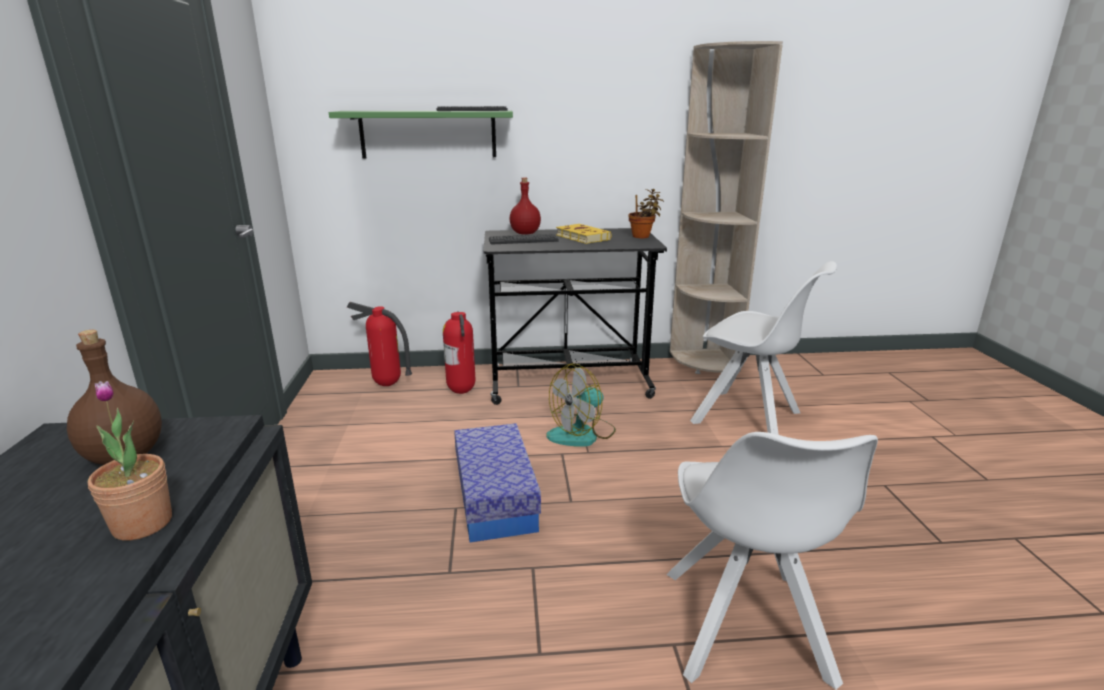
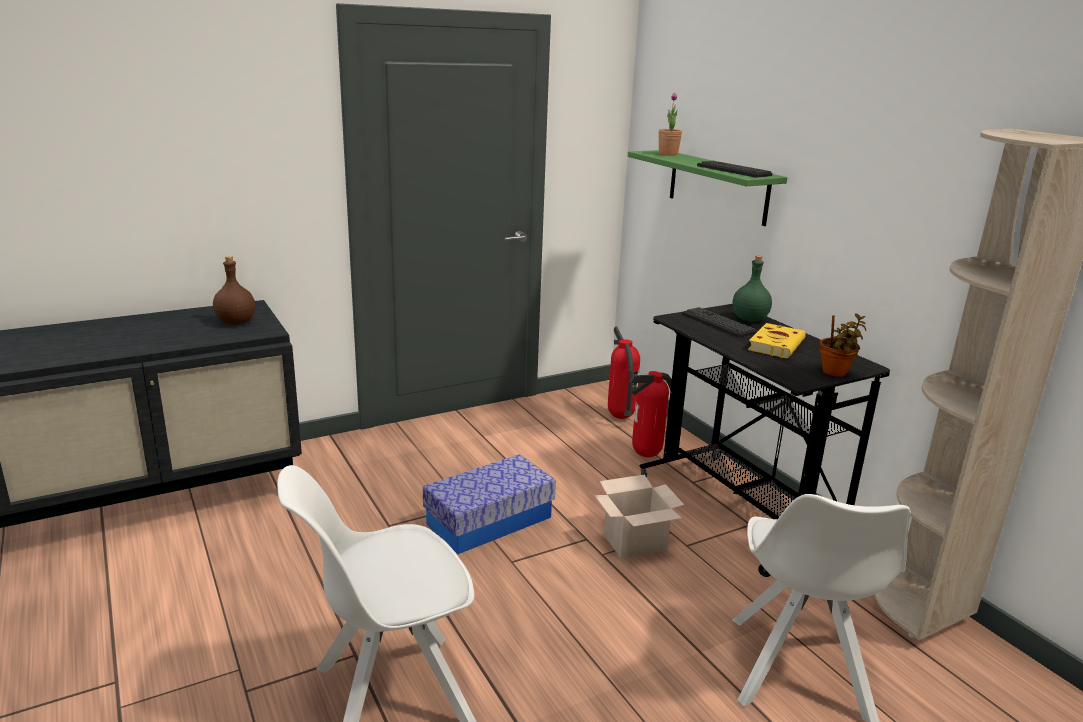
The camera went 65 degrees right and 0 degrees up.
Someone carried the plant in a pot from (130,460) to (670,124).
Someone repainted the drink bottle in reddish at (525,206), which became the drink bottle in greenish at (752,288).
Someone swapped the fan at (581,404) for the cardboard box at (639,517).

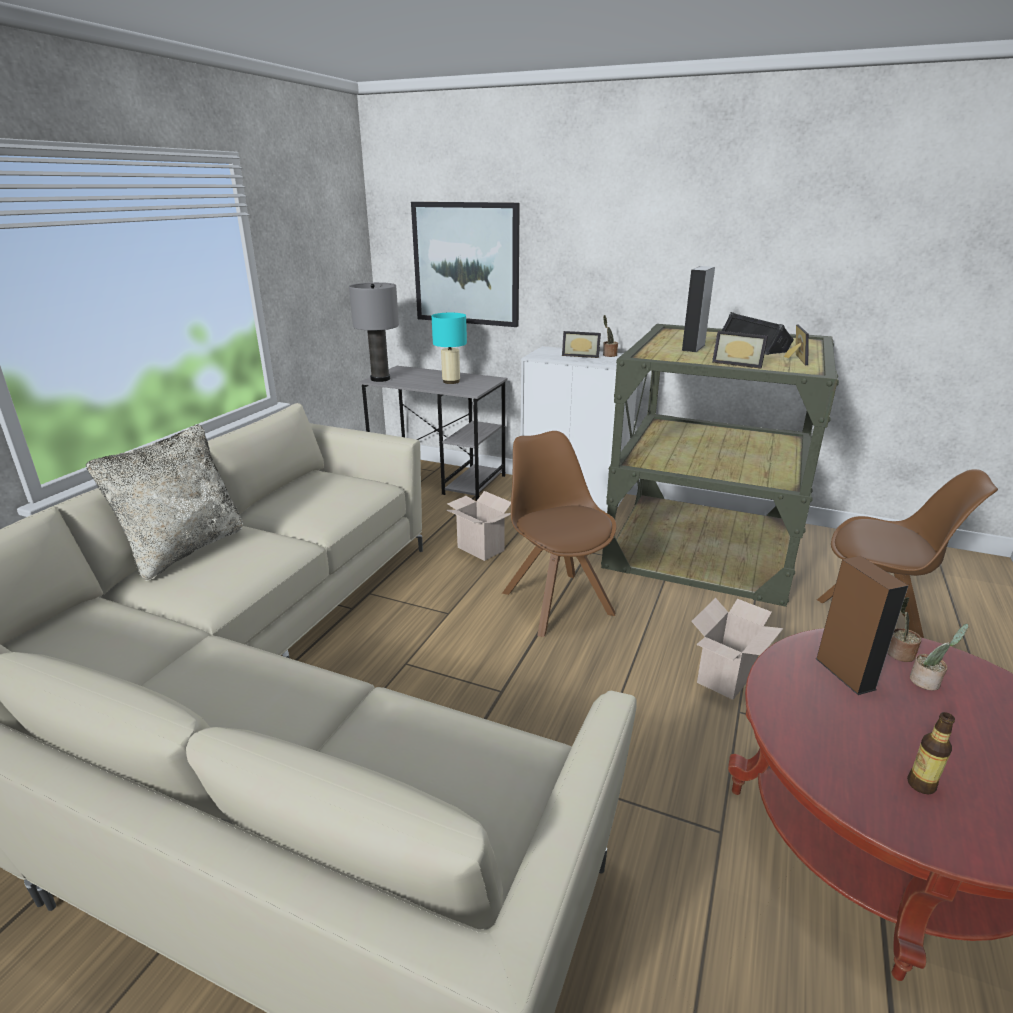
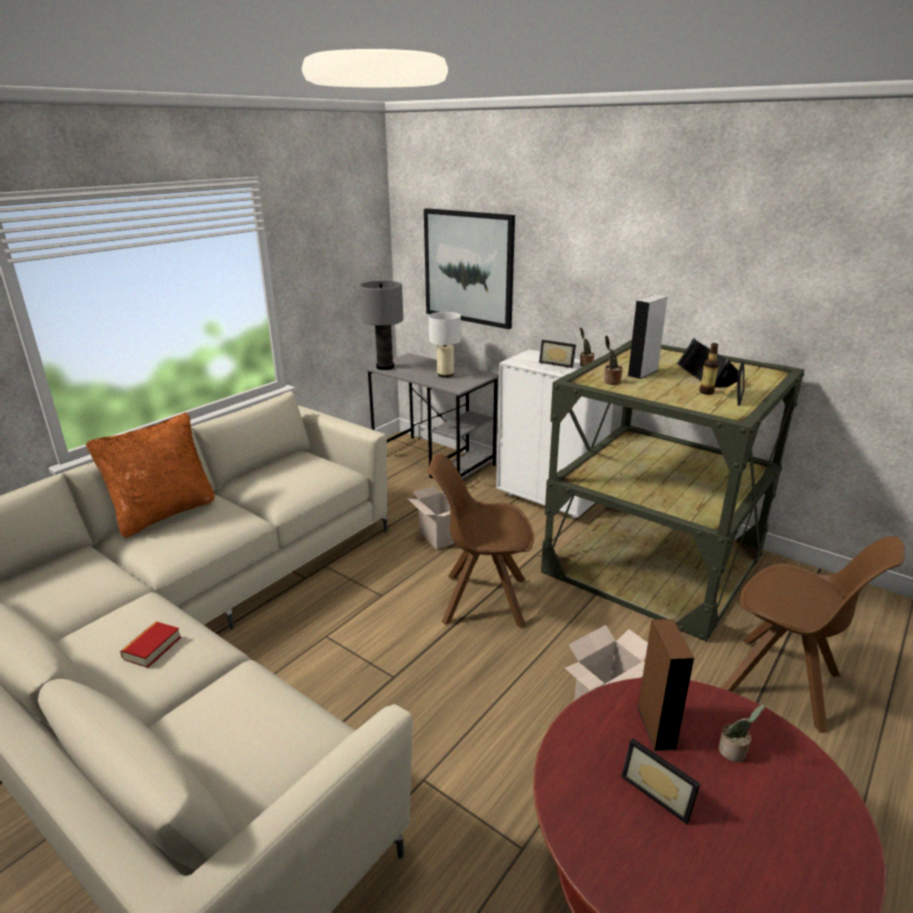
The camera went 15 degrees right and 0 degrees up.
Someone repainted the throw pillow in beige at (164,502), which became the throw pillow in orange at (150,475).
Someone repainted the tabletop lamp in turquoise at (449,348), which became the tabletop lamp in white-coloured at (445,345).
Someone rotated the chair in brown at (559,534) by 75 degrees counterclockwise.
Someone carried the picture frame from (740,350) to (660,781).
Someone carried the plant in a pot from (904,629) to (613,360).
Someone carried the drink bottle from (931,753) to (709,369).
Someone put down the volume at (150,644).

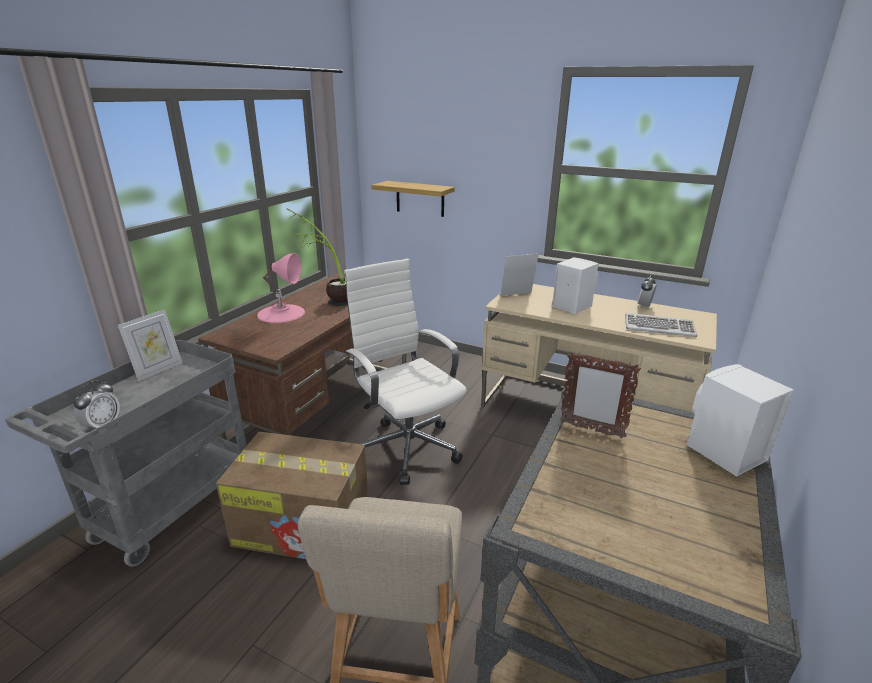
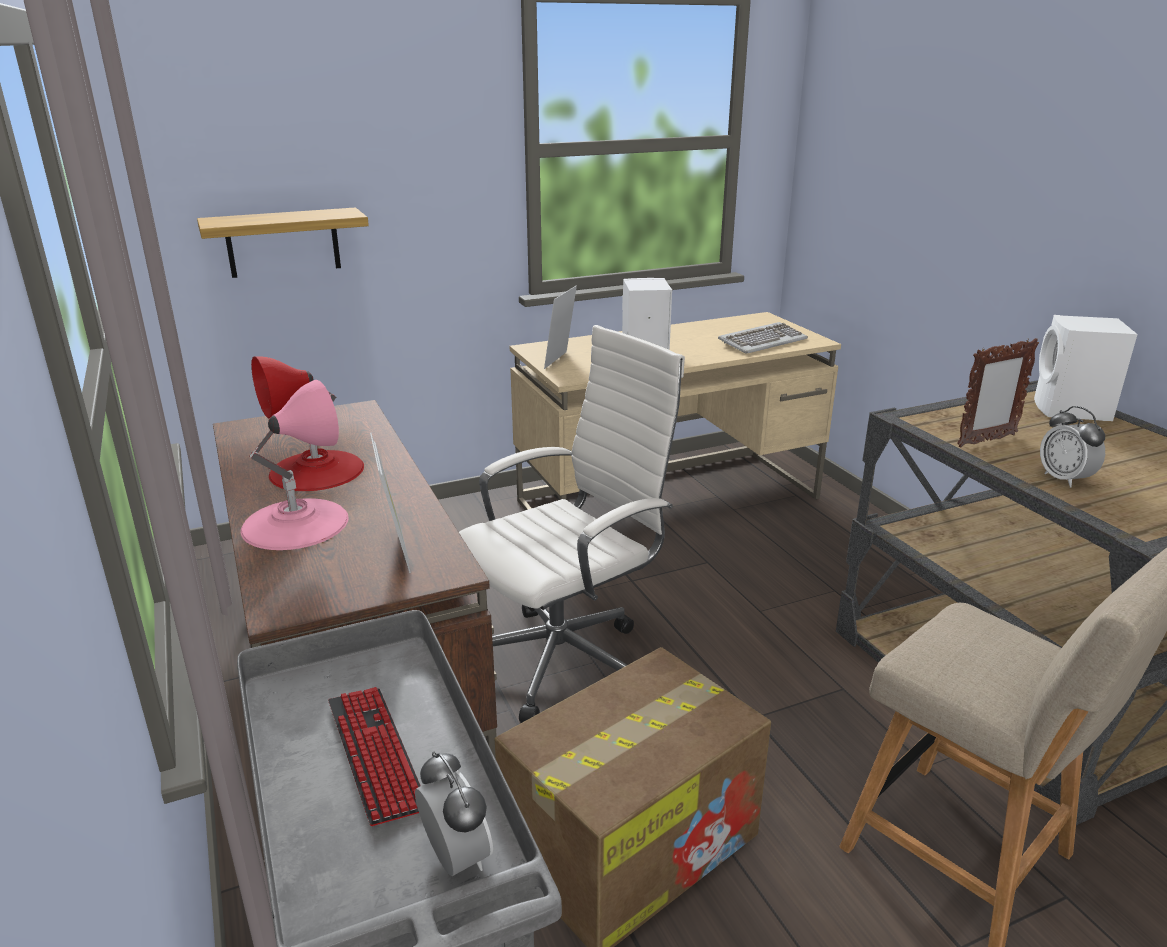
The camera went 50 degrees left and 0 degrees up.
Someone carried the picture frame from (150,346) to (390,503).
Someone swapped the plant in a pot at (317,258) for the tabletop lamp in reddish at (307,423).
Someone rotated the office chair in white-coloured at (405,372) by 135 degrees clockwise.
Someone carried the table clock from (646,291) to (1072,446).
Someone put down the keyboard at (374,756).

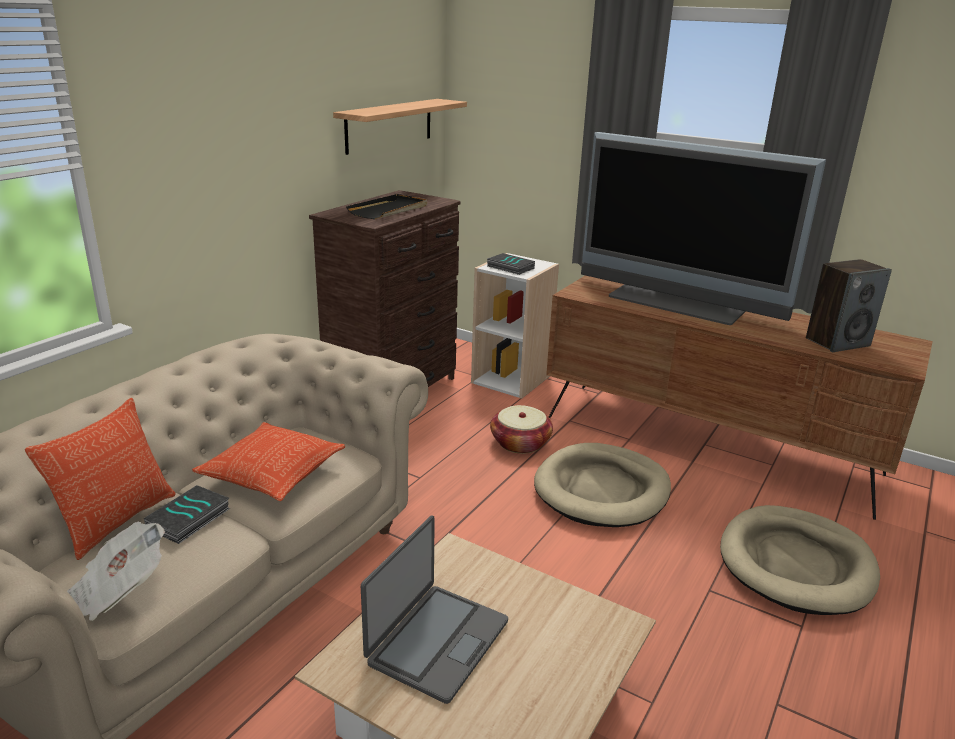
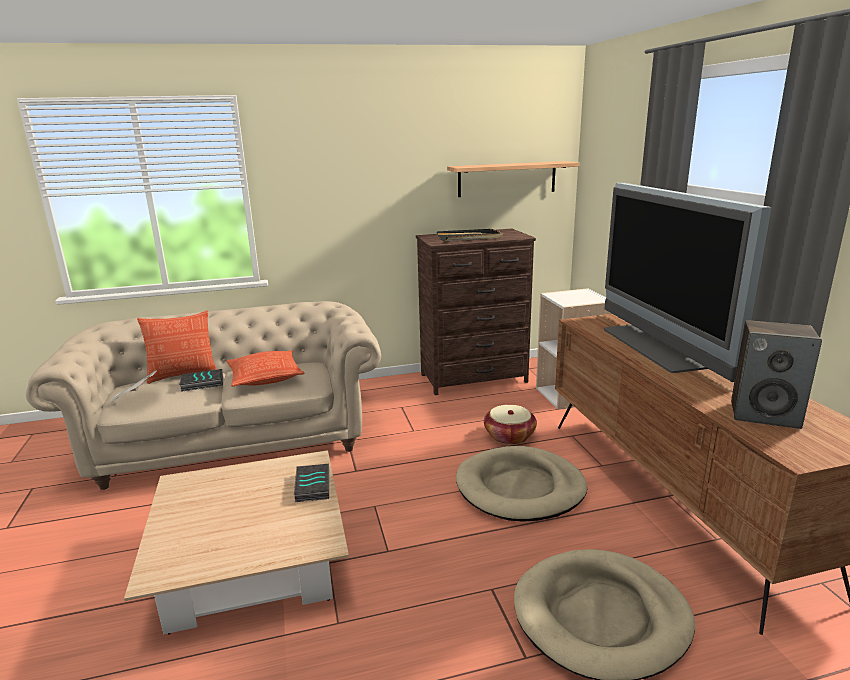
The camera went 45 degrees right and 5 degrees down.
Someone took away the portable computer at (434,609).
Someone carried the volume from (511,264) to (311,483).

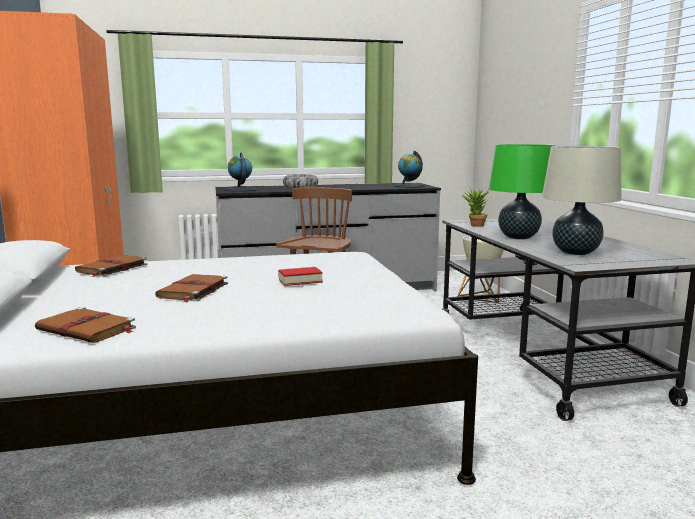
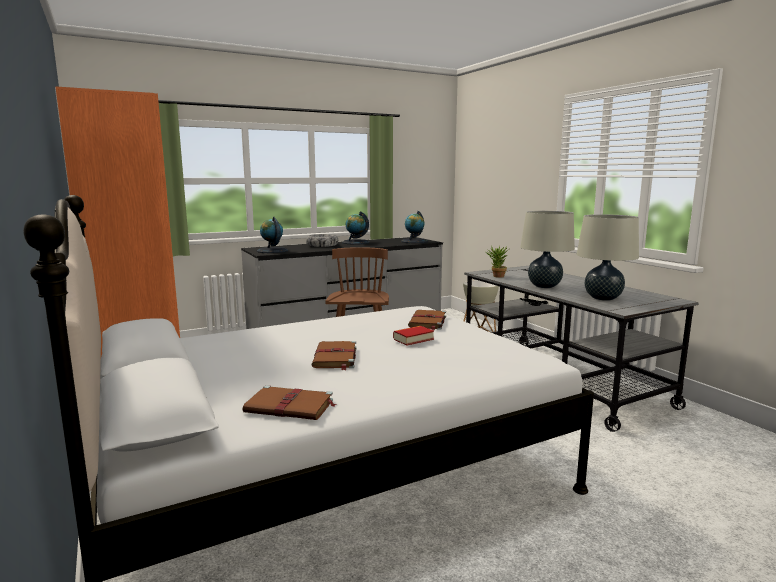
The camera went 15 degrees left and 0 degrees up.
Someone carried the volume in brown from (111,266) to (427,320).
Someone repainted the tabletop lamp in greenish at (522,191), which became the tabletop lamp in beige at (547,249).
Someone put down the desk globe at (356,228).

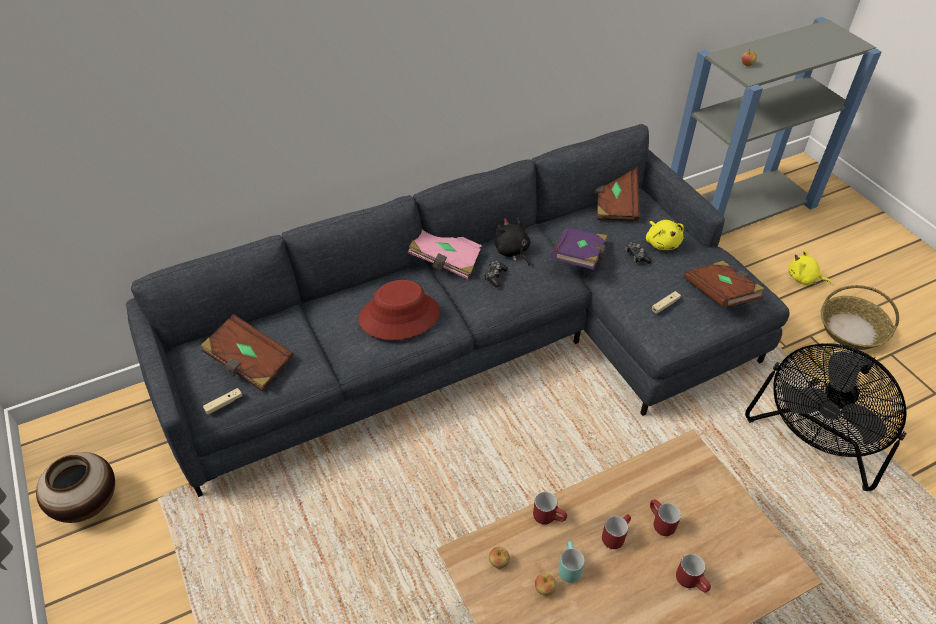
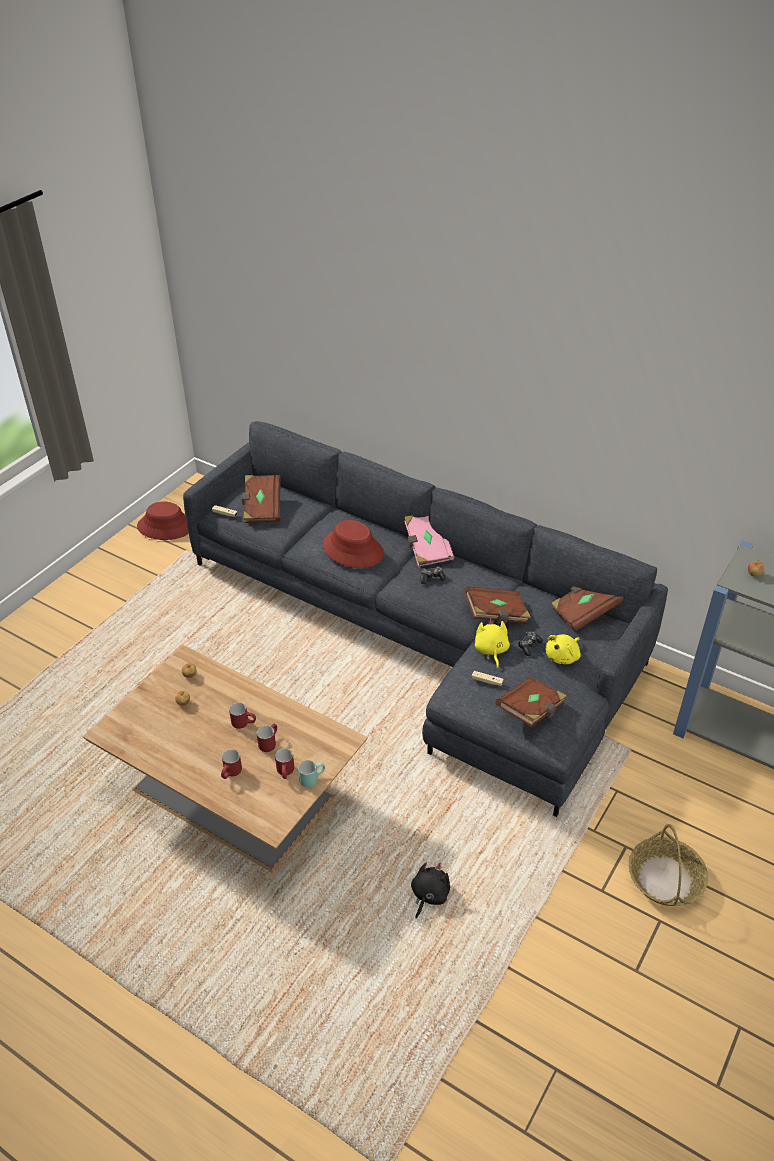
The camera went 60 degrees right and 5 degrees down.
Someone swapped the flower vase at (75,487) for the clothing hat in reddish at (163,521).
Someone carried the cuddly toy in black-coloured from (512,242) to (430,890).
Someone carried the tea mug in reddish from (550,508) to (284,763).
Someone repainted the volume in purple at (579,248), which became the volume in brown at (497,605).
Someone carried the tea mug in turquoise from (571,562) to (311,774).
Someone took away the fan in black-coloured at (826,417).
Someone carried the cuddly toy in yellow-coloured from (810,267) to (492,643).

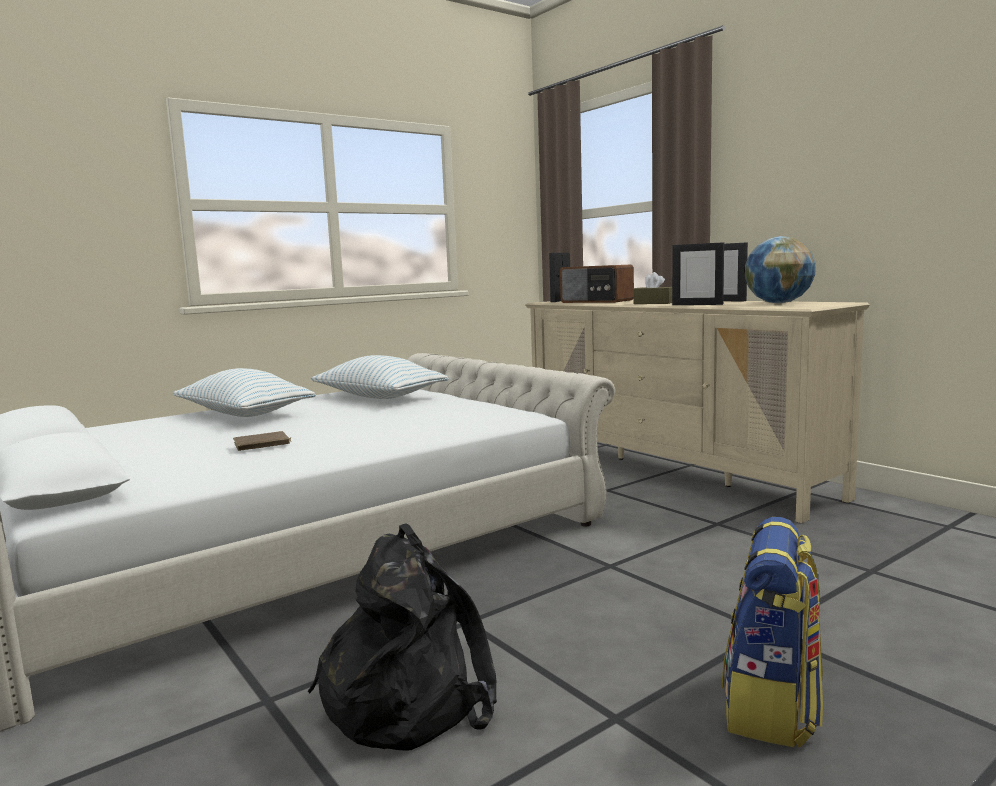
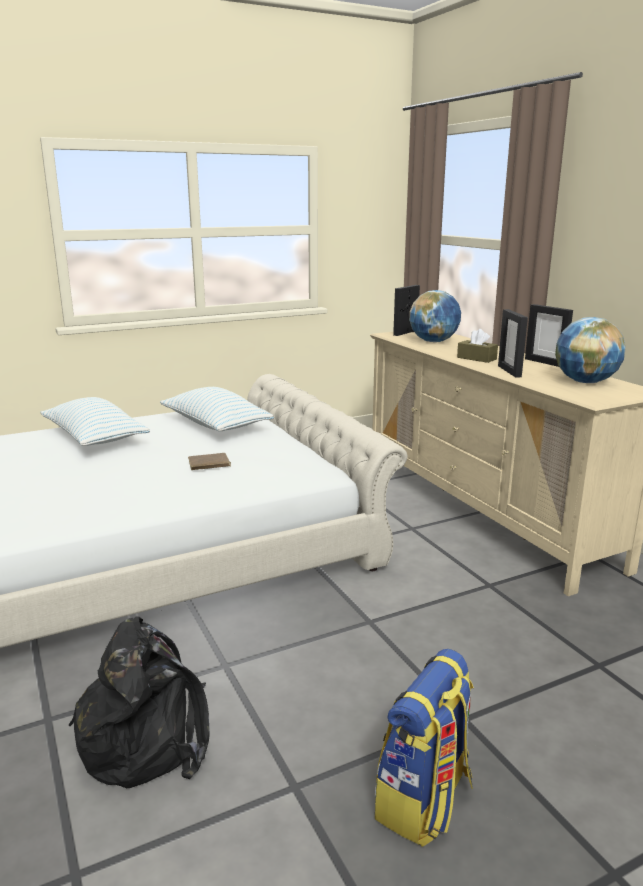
The camera went 10 degrees right and 10 degrees up.
Someone carried the volume in brown from (262,441) to (209,461).
Someone swapped the radio at (597,284) for the desk globe at (435,316).
Someone rotated the picture frame at (698,273) by 45 degrees clockwise.

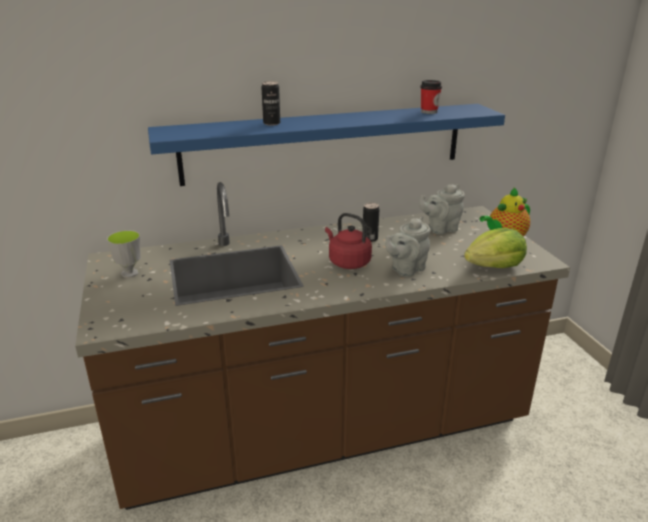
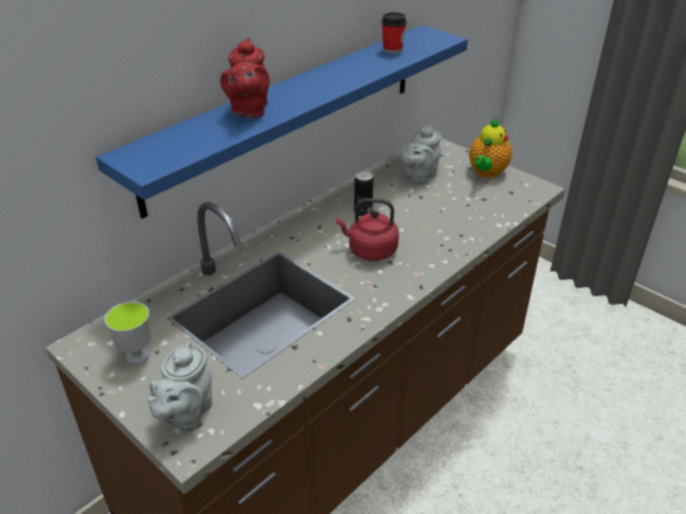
The camera went 30 degrees left and 10 degrees up.
Someone swapped the sealed can at (270,103) for the tea pot in reddish at (245,78).
Someone carried the tea pot in greyish from (408,247) to (179,387).
Someone took away the lettuce head at (495,248).

